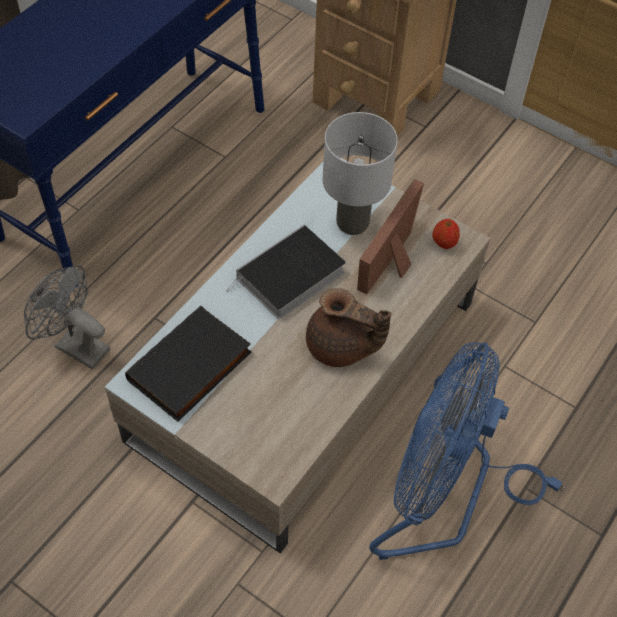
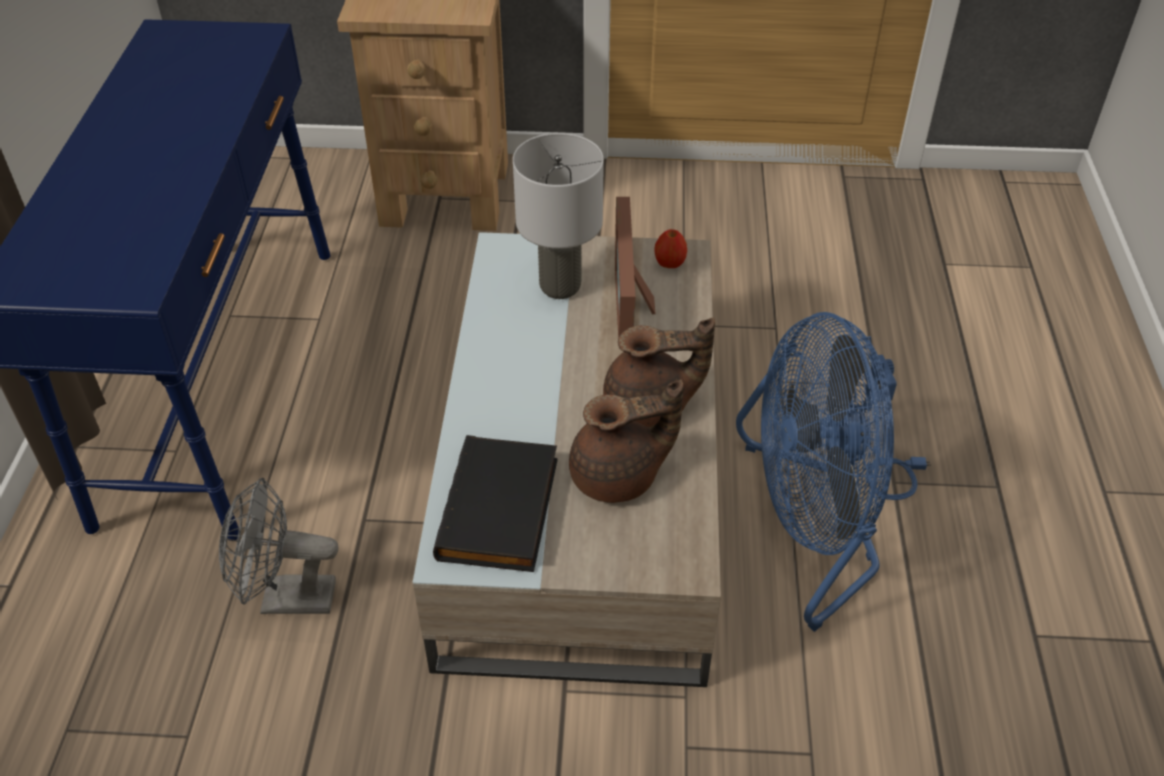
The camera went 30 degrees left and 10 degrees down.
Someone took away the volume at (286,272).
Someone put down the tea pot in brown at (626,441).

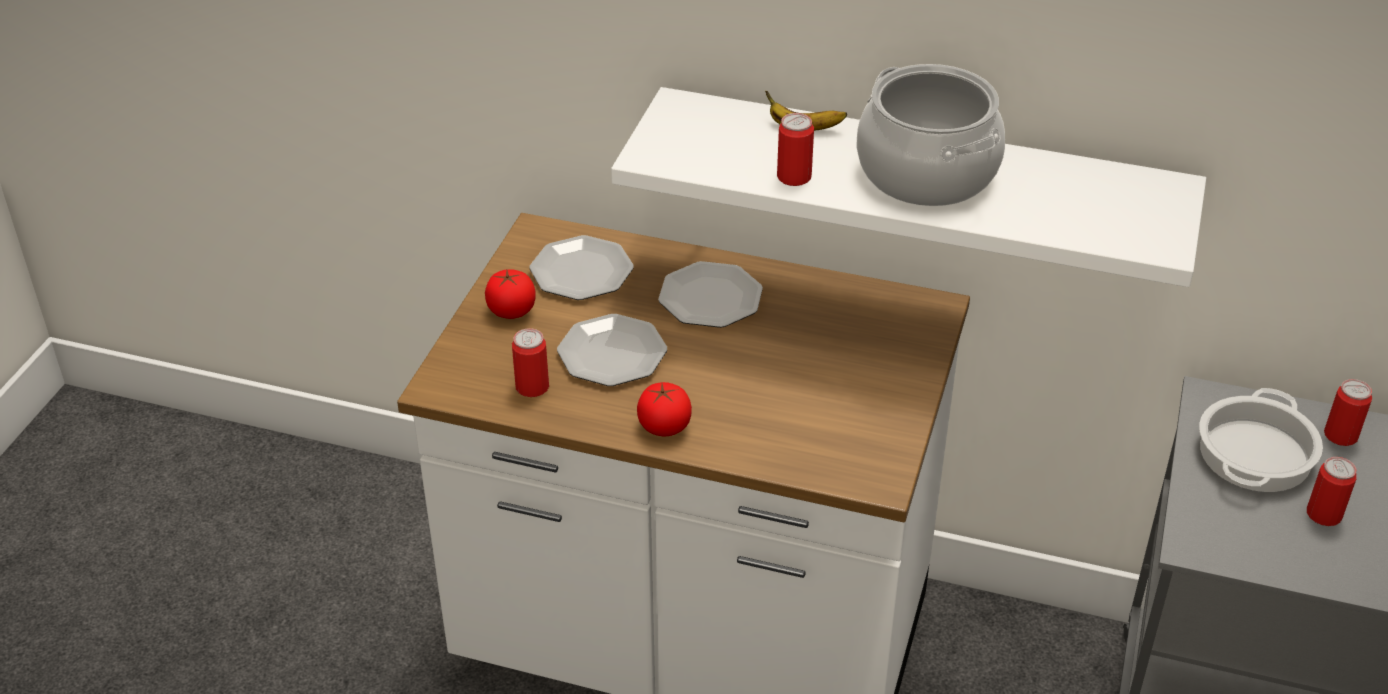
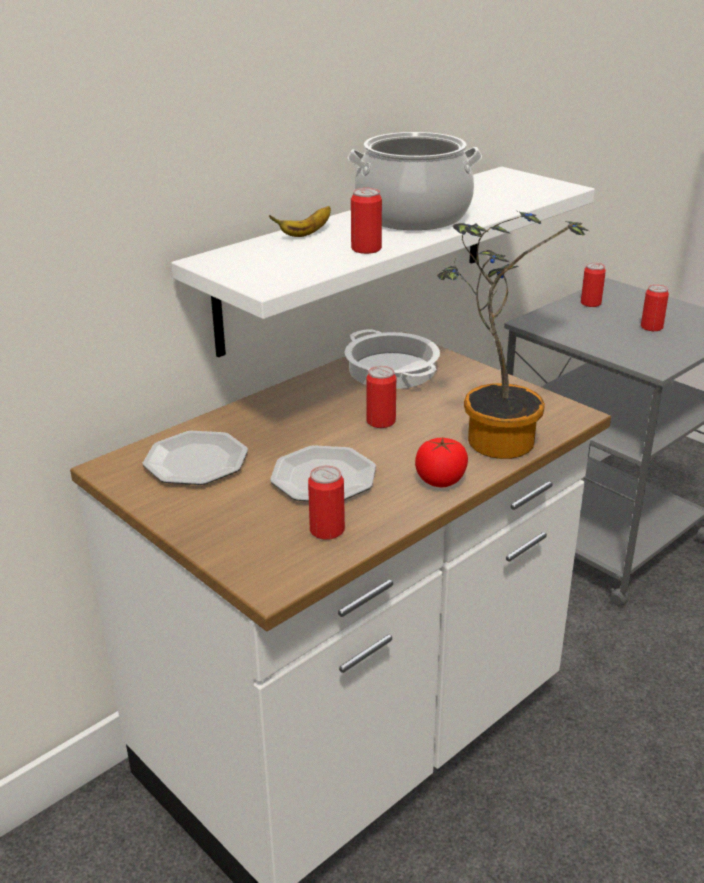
The camera went 60 degrees left and 10 degrees down.
Someone took away the fresh tomato at (510,294).
Someone took away the flat dish at (710,294).
Someone carried the cooking pot from (1261,440) to (392,359).
Someone put down the sealed can at (381,397).
Someone put down the plant in a pot at (513,335).

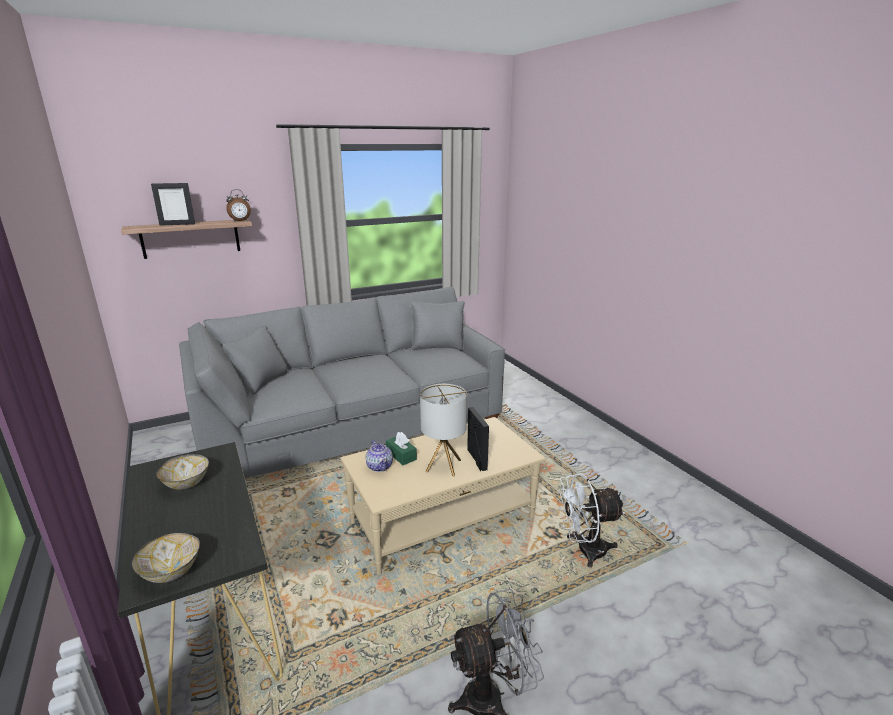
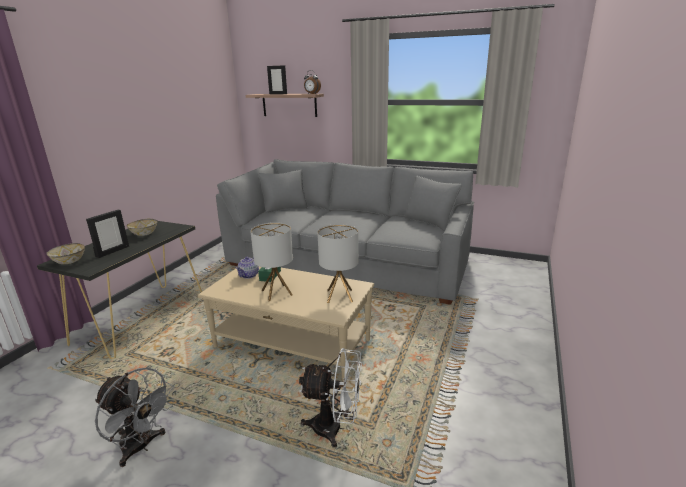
The camera went 50 degrees right and 0 degrees up.
Someone carried the picture frame from (478,439) to (107,234).
Someone rotated the fan in white-coloured at (591,520) by 150 degrees clockwise.
Someone put down the tabletop lamp at (338,263).

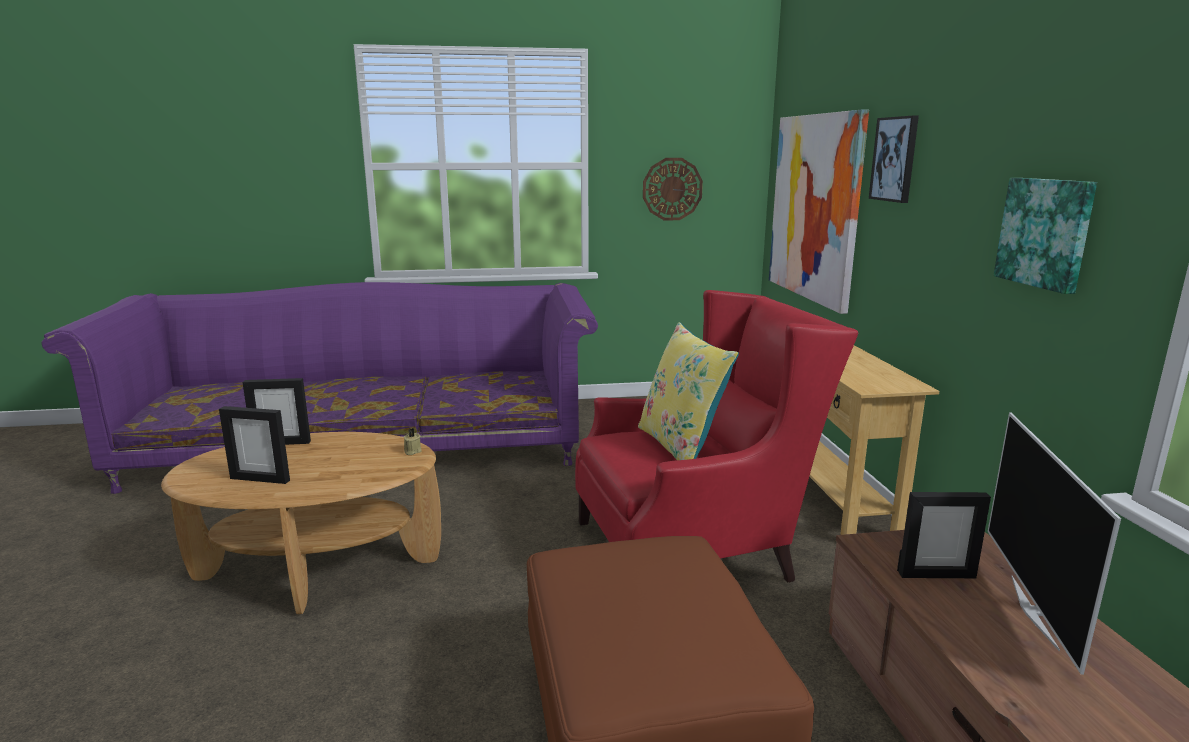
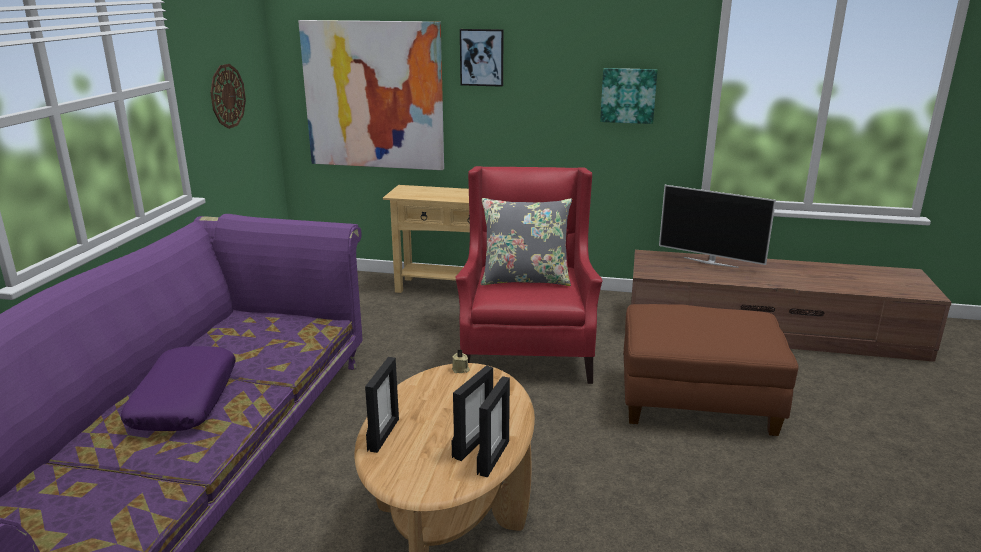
The camera went 70 degrees left and 5 degrees up.
Someone repainted the throw pillow in yellow-coloured at (688,391), which became the throw pillow in greyish at (526,242).
Someone carried the picture frame from (944,535) to (493,426).
Someone put down the throw pillow in purple at (178,388).

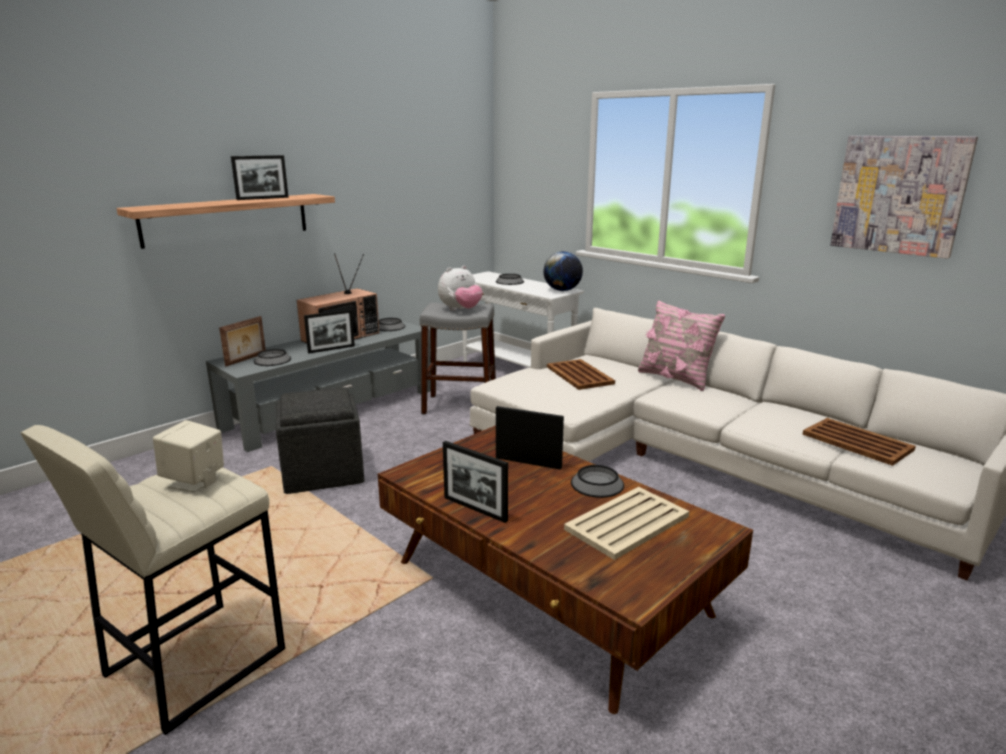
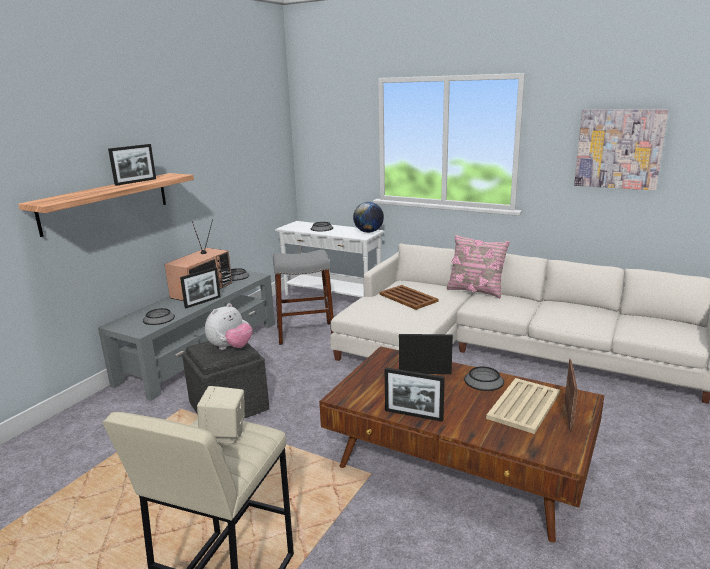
The camera went 15 degrees left and 0 degrees up.
Someone carried the picture frame from (242,341) to (571,396).
Someone carried the cuddly toy from (460,288) to (229,326).
Someone took away the carrying tray in brown at (859,442).

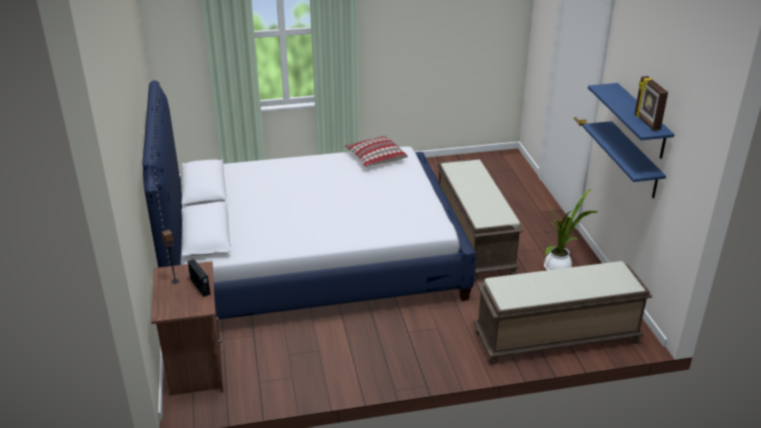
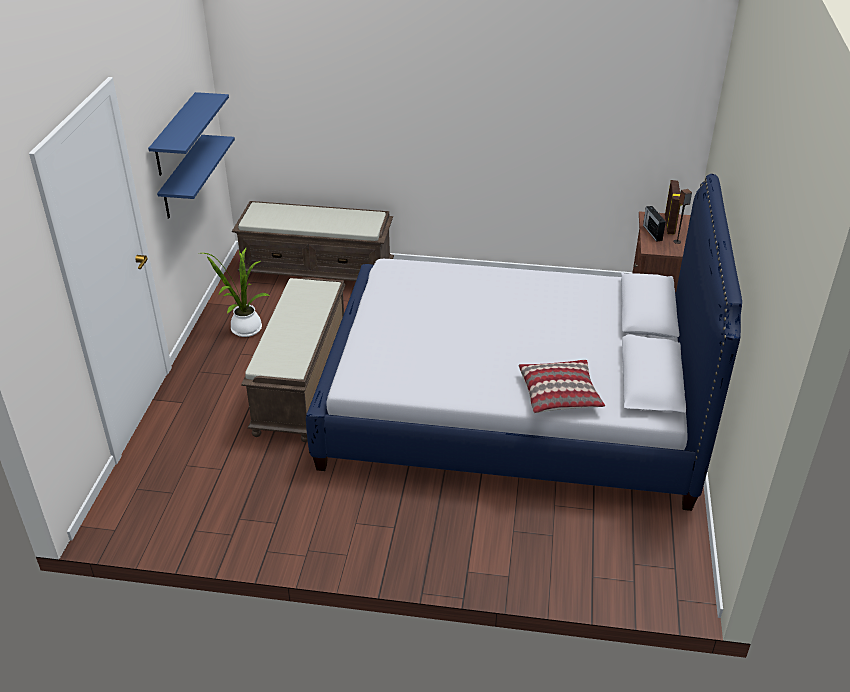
The camera went 160 degrees left and 5 degrees up.
Someone carried the throw pillow from (376,151) to (561,386).
Someone carried the picture frame from (651,103) to (673,207).

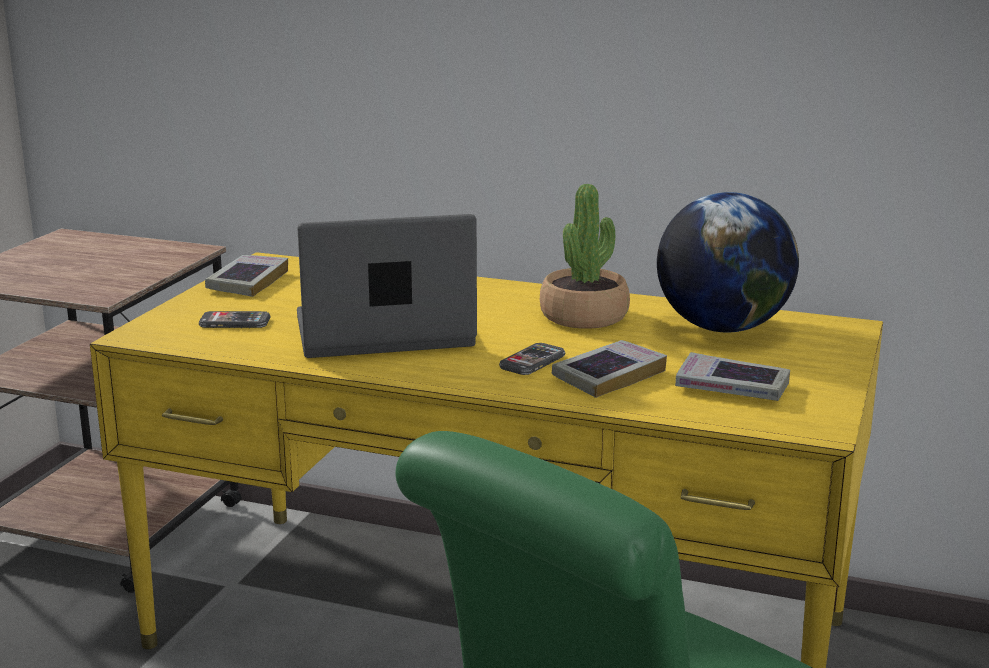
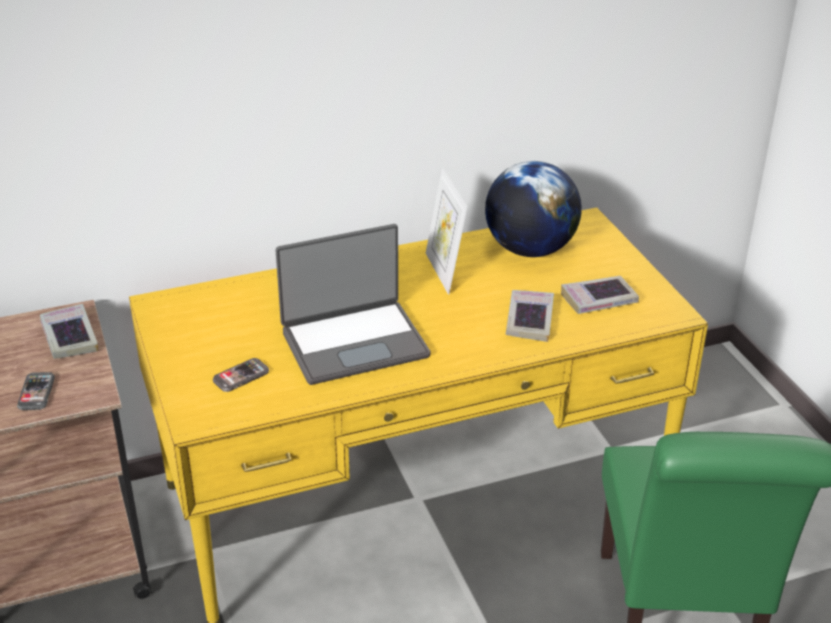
The camera went 40 degrees left and 15 degrees up.
Someone carried the volume from (246,276) to (69,331).
Someone rotated the portable computer at (387,286) by 150 degrees counterclockwise.
Someone carried the phone from (532,359) to (36,391).
Someone swapped the plant in a pot at (585,256) for the picture frame at (447,231).

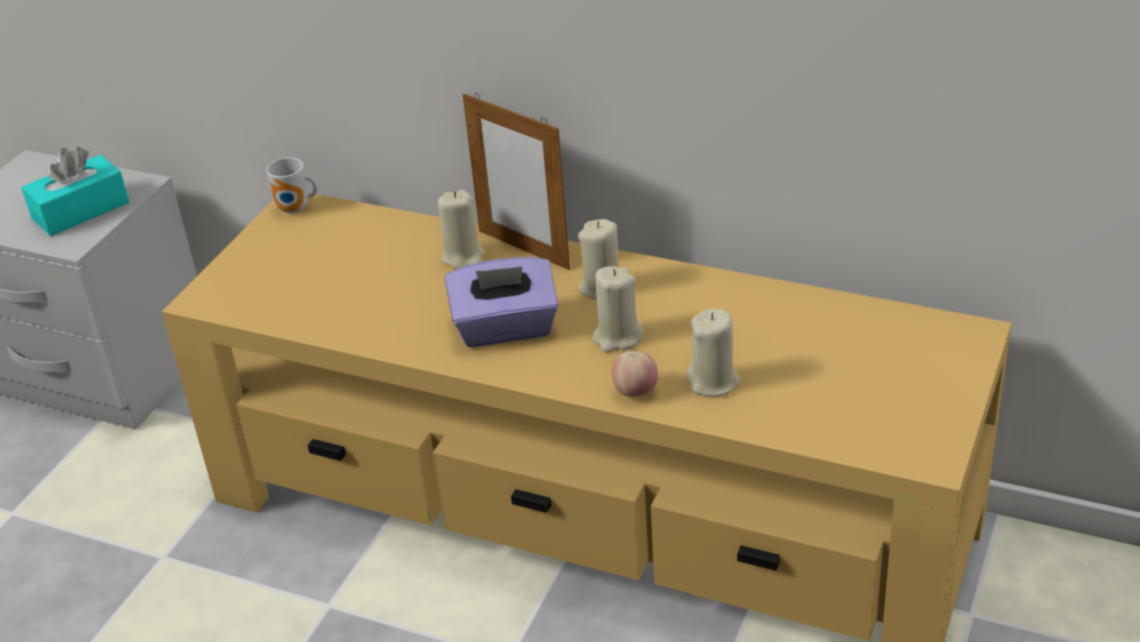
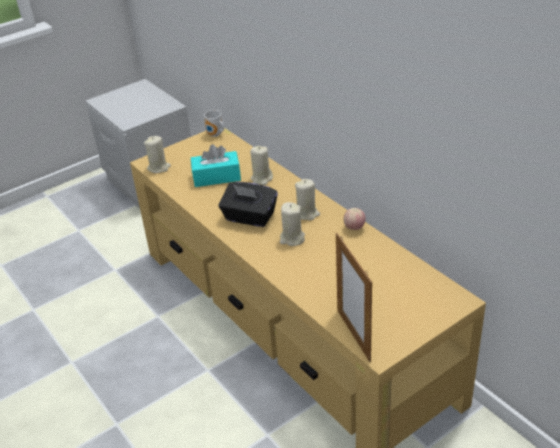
The camera went 30 degrees right and 0 degrees up.
Someone carried the tissue holder in turquoise from (75,191) to (216,165).
Someone repainted the tissue holder in purple at (501,302), which became the tissue holder in black-coloured at (248,204).
Someone carried the picture frame from (516,181) to (354,297).
Someone carried the apple fruit from (635,374) to (355,219).
Someone carried the wax light in beige from (714,352) to (157,154).

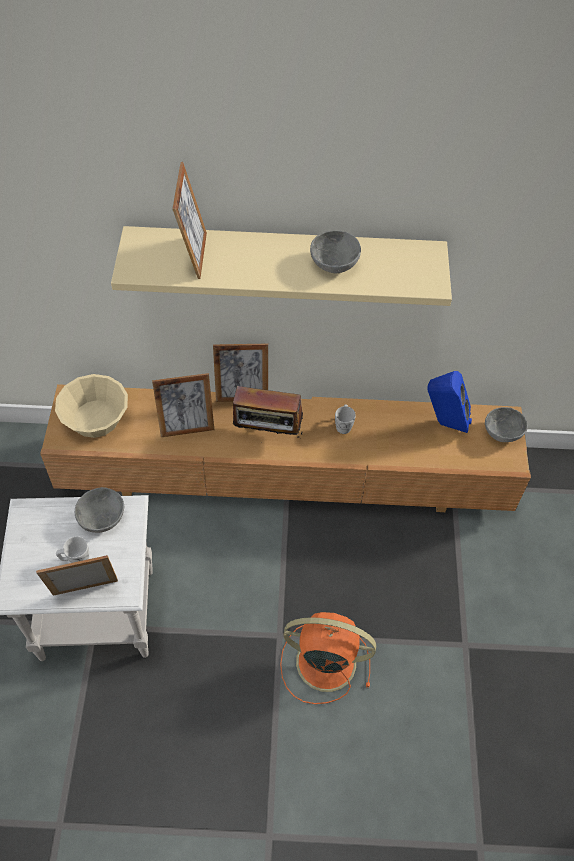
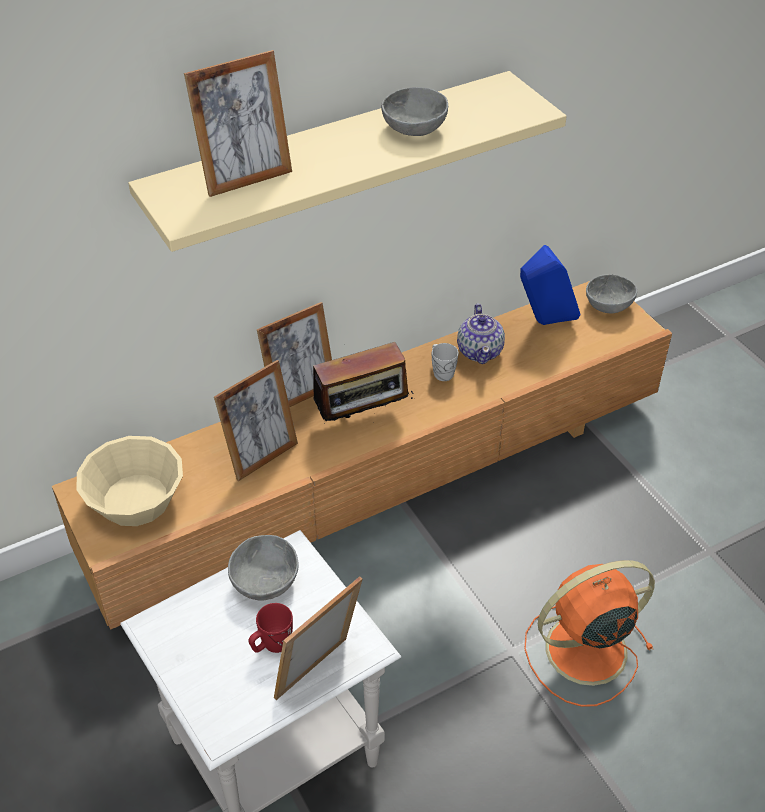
The camera went 30 degrees left and 10 degrees down.
Someone repainted the tea mug in white-coloured at (72,549), which became the tea mug in reddish at (270,628).
Someone rotated the picture frame at (189,220) by 90 degrees clockwise.
Someone put down the tea pot at (481,334).

